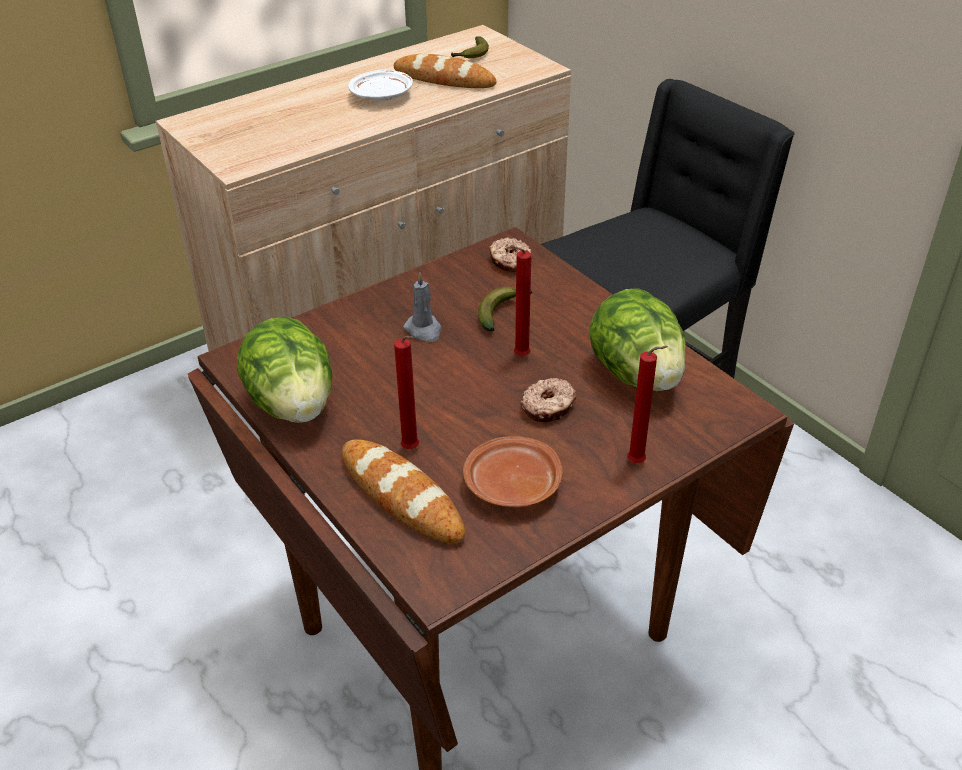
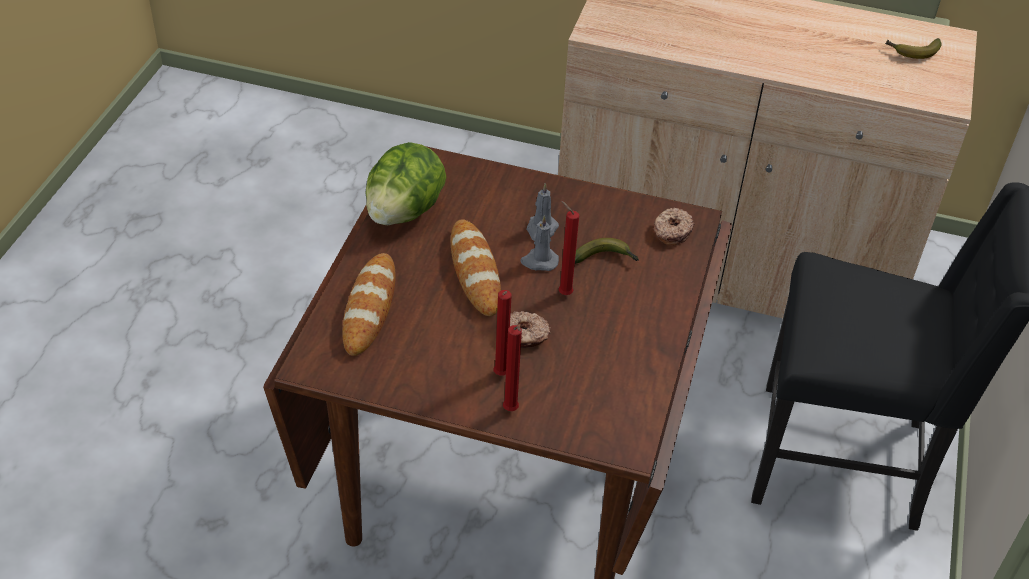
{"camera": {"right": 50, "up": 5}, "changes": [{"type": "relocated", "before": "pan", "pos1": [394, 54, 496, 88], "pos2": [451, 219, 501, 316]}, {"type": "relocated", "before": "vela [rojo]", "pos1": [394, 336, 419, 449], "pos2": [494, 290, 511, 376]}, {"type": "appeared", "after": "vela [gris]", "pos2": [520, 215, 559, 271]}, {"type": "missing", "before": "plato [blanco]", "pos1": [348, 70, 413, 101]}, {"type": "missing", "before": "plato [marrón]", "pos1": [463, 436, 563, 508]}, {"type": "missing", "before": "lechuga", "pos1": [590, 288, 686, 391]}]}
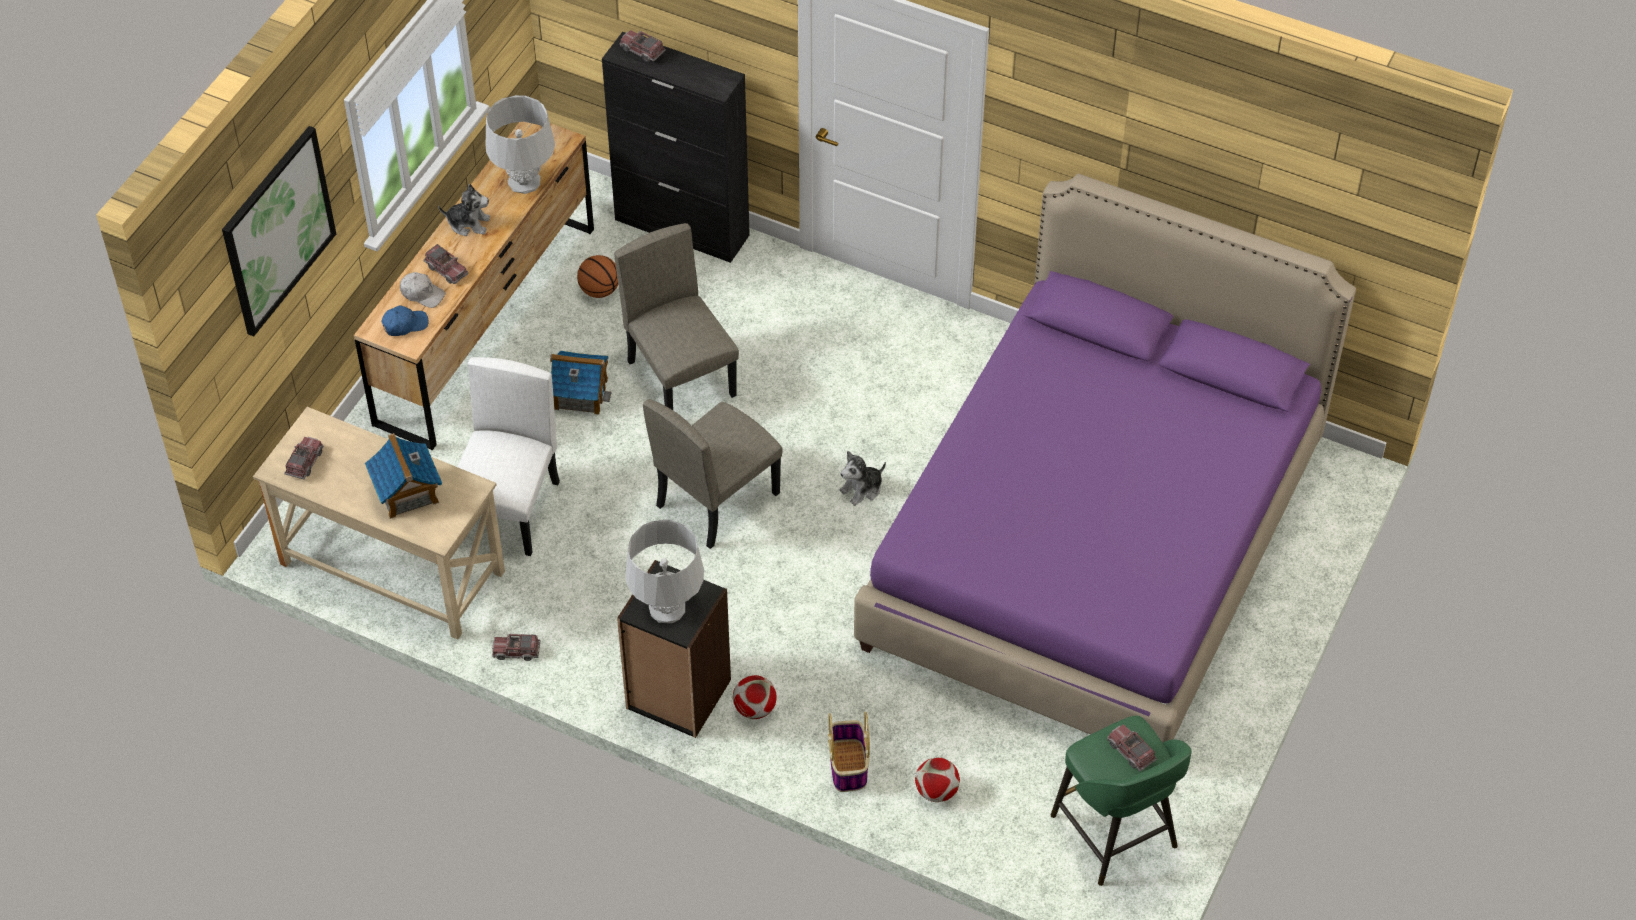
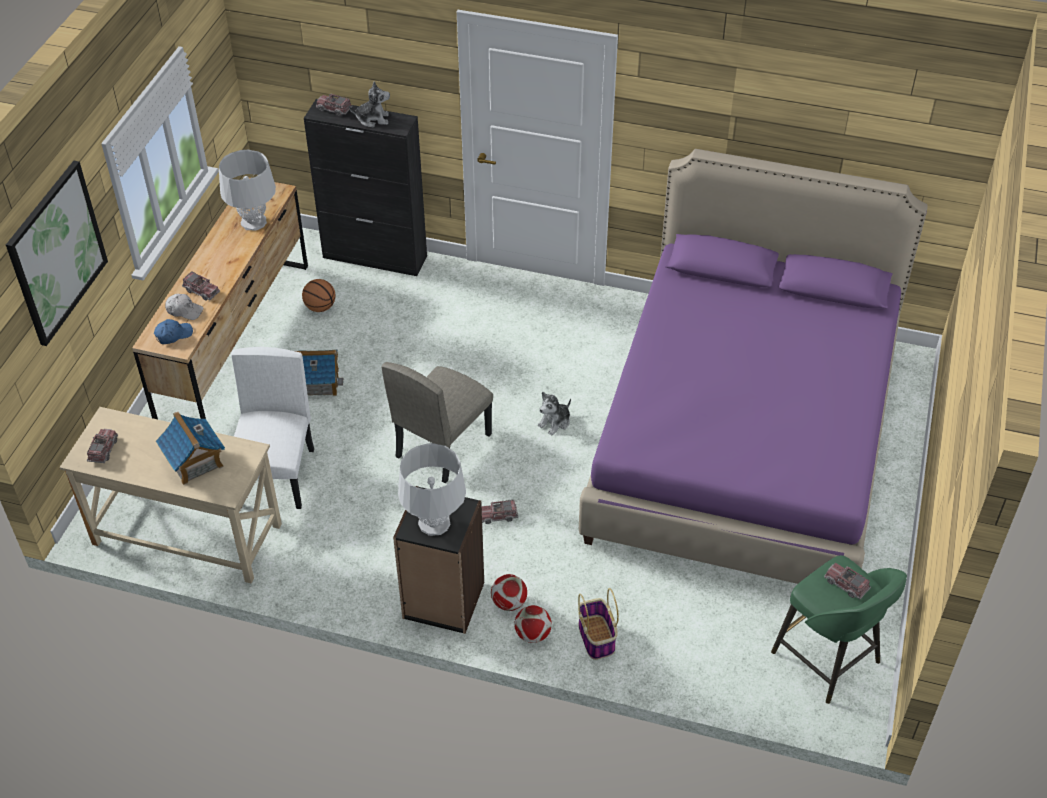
{"camera": {"right": -10, "up": -5}, "changes": [{"type": "relocated", "before": "peluche", "pos1": [438, 184, 490, 236], "pos2": [349, 81, 390, 127]}, {"type": "relocated", "before": "camión de juguete", "pos1": [492, 633, 540, 661], "pos2": [482, 500, 518, 524]}, {"type": "relocated", "before": "balón de fútbol", "pos1": [915, 757, 960, 802], "pos2": [514, 605, 552, 643]}, {"type": "missing", "before": "silla [beis]", "pos1": [614, 223, 739, 410]}]}
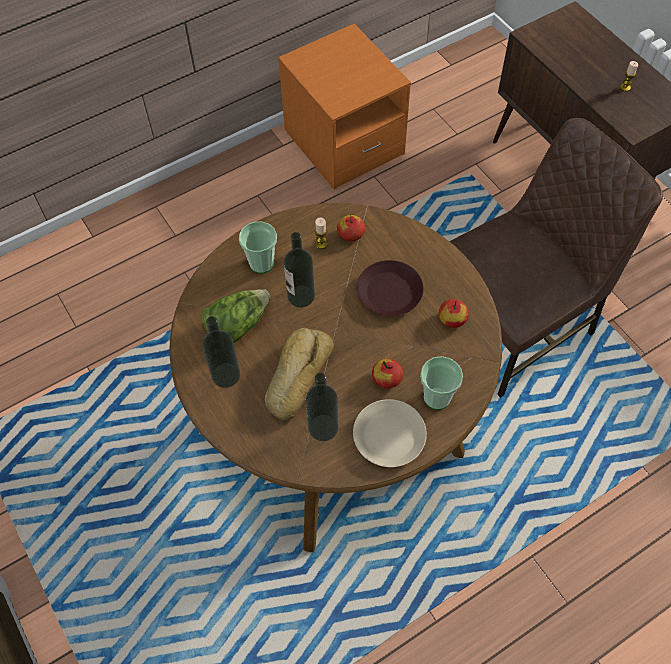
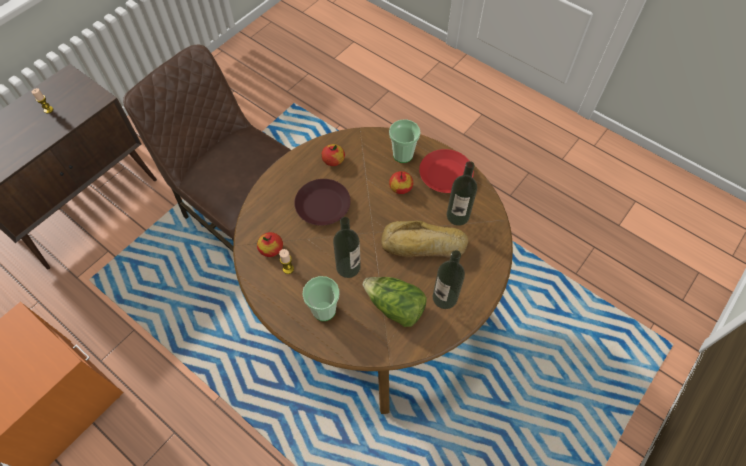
{"camera": {"right": -110, "up": 0}, "changes": [{"type": "colour", "before": "plato [beis]", "after": "plato [rojo]", "pos1": [353, 399, 427, 467], "pos2": [419, 149, 474, 193]}]}
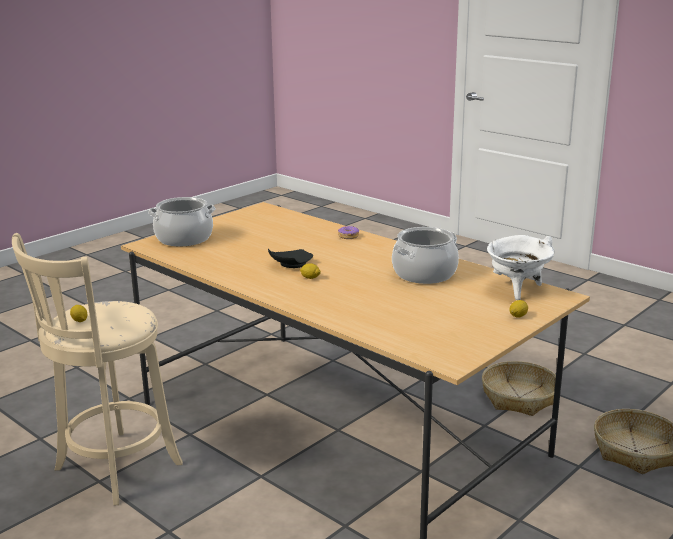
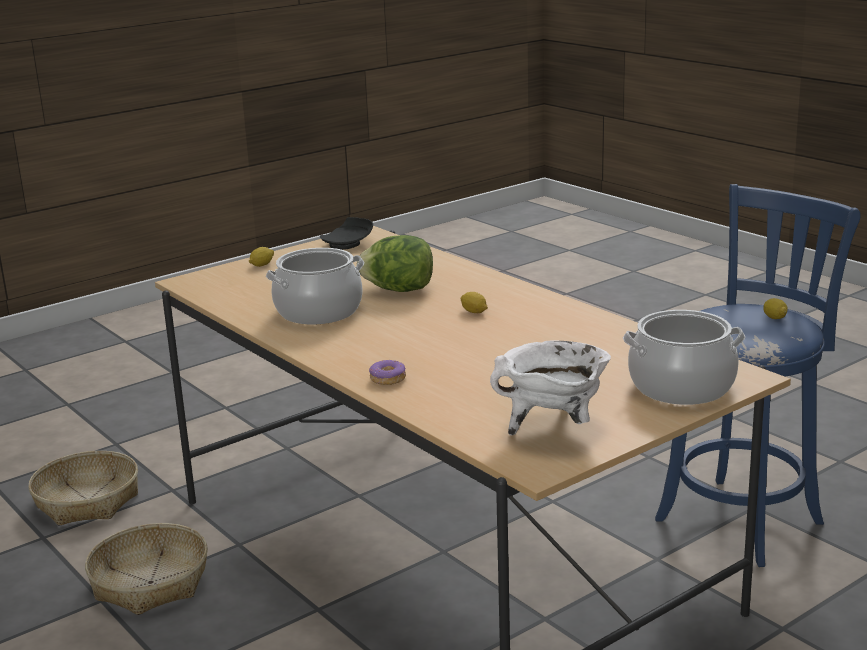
{"camera": {"right": -170, "up": 0}, "changes": [{"type": "relocated", "before": "plato [negro]", "pos1": [268, 249, 313, 268], "pos2": [320, 217, 373, 250]}, {"type": "appeared", "after": "lechuga", "pos2": [357, 235, 433, 292]}, {"type": "relocated", "before": "olla [blanco]", "pos1": [487, 235, 555, 300], "pos2": [490, 340, 611, 435]}, {"type": "colour", "before": "taburete [beis]", "after": "taburete [azul]", "pos1": [12, 233, 183, 506], "pos2": [655, 184, 861, 567]}]}
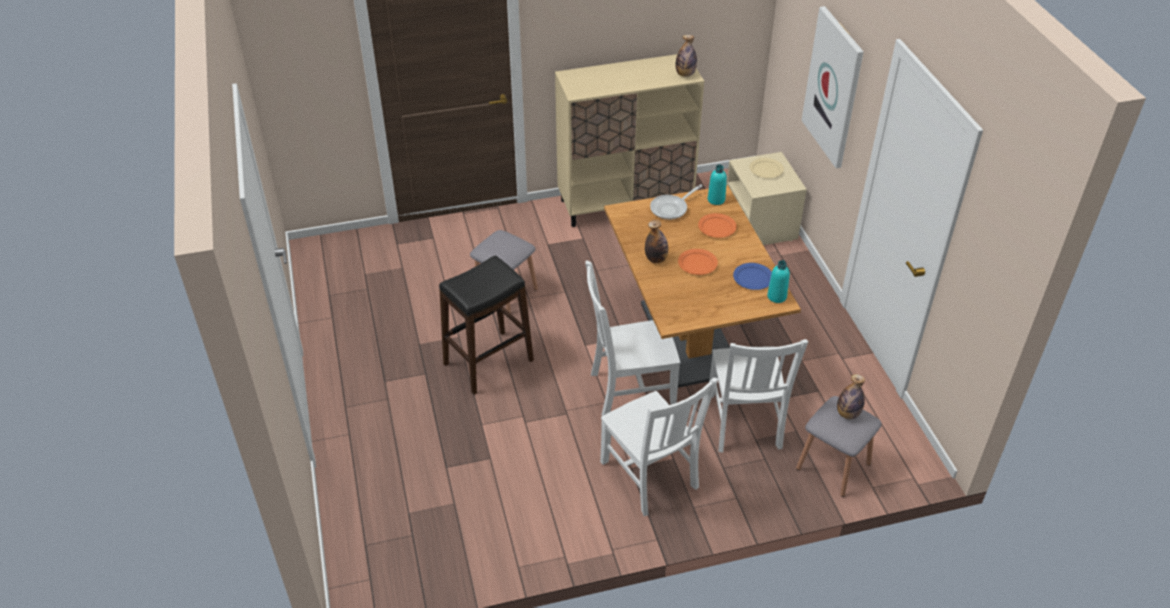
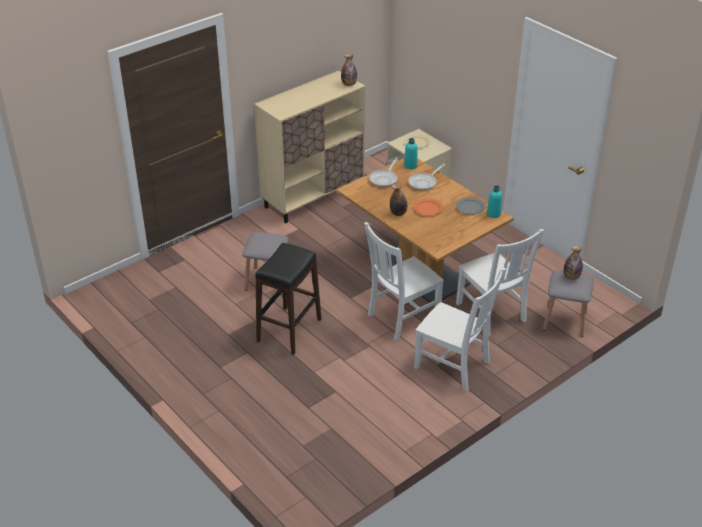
{"camera": {"right": -25, "up": -5}, "changes": [{"type": "exchanged", "before": "plato [naranja]", "after": "sartén", "pos1": [698, 213, 737, 238], "pos2": [408, 164, 445, 190]}, {"type": "colour", "before": "plato [azul]", "after": "plato [gris]", "pos1": [733, 263, 772, 290], "pos2": [456, 197, 486, 214]}, {"type": "missing", "before": "cuadro", "pos1": [801, 6, 864, 168]}]}
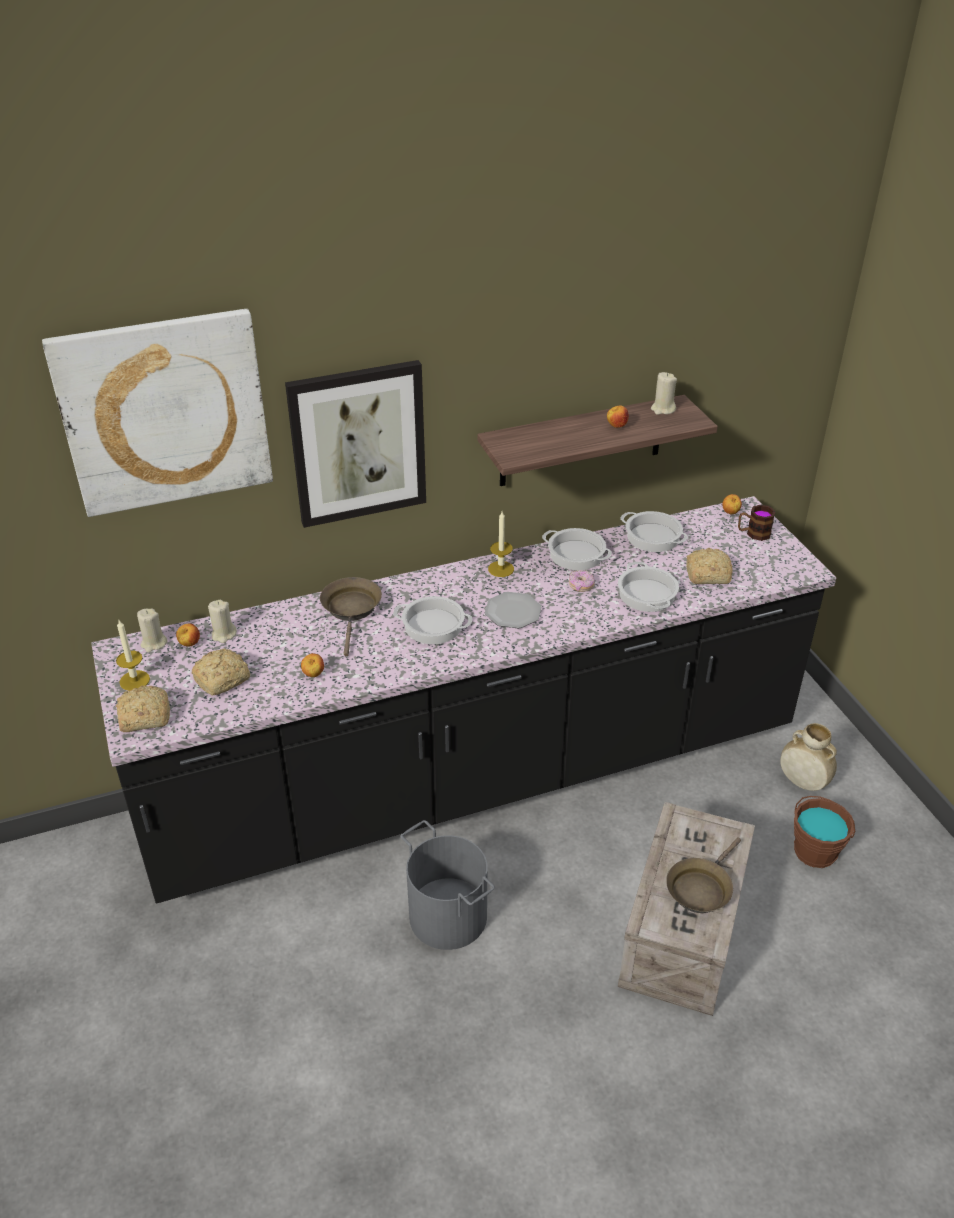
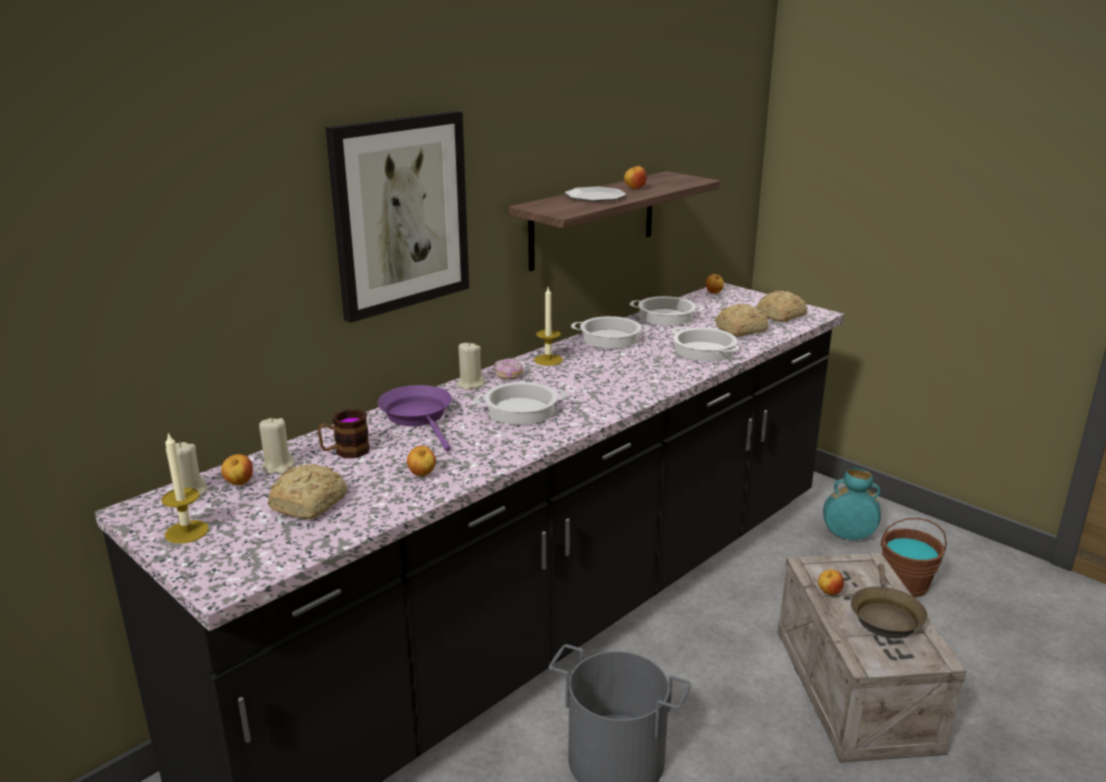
{"camera": {"right": -25, "up": -15}, "changes": [{"type": "relocated", "before": "taza grande", "pos1": [738, 505, 776, 541], "pos2": [318, 409, 370, 458]}, {"type": "colour", "before": "sartén [marrón]", "after": "sartén [morado]", "pos1": [320, 577, 382, 656], "pos2": [378, 385, 452, 452]}, {"type": "relocated", "before": "vela [beis]", "pos1": [651, 372, 677, 415], "pos2": [457, 342, 485, 390]}, {"type": "relocated", "before": "rosquilla", "pos1": [569, 570, 595, 592], "pos2": [494, 358, 523, 379]}, {"type": "relocated", "before": "plato", "pos1": [485, 592, 542, 629], "pos2": [565, 187, 626, 202]}, {"type": "relocated", "before": "pan", "pos1": [116, 685, 170, 732], "pos2": [756, 290, 807, 322]}, {"type": "appeared", "after": "manzana", "pos2": [818, 569, 844, 595]}, {"type": "colour", "before": "florero [beis]", "after": "florero [turquesa]", "pos1": [780, 723, 837, 791], "pos2": [823, 468, 881, 540]}, {"type": "missing", "before": "cuadro", "pos1": [42, 309, 273, 517]}]}
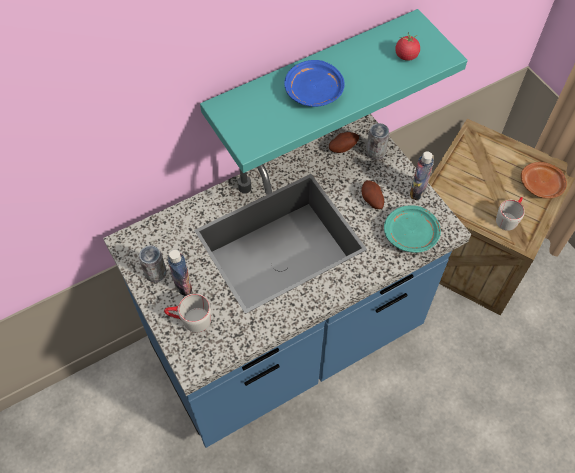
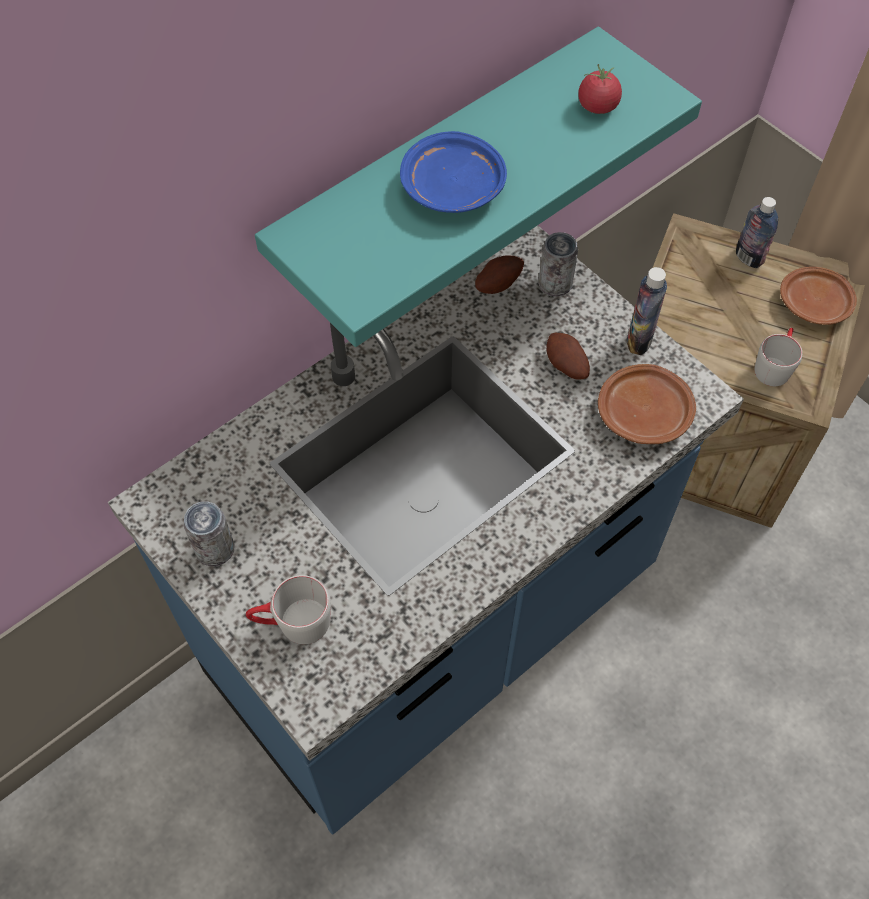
{"camera": {"right": -10, "up": 0}, "changes": [{"type": "colour", "before": "plato [turquesa]", "after": "plato [marrón]", "pos1": [384, 205, 441, 253], "pos2": [598, 364, 696, 444]}, {"type": "relocated", "before": "botella", "pos1": [167, 250, 192, 296], "pos2": [736, 197, 778, 268]}]}
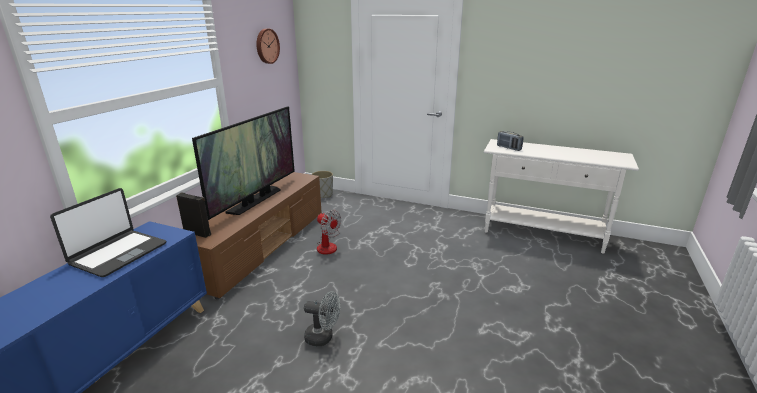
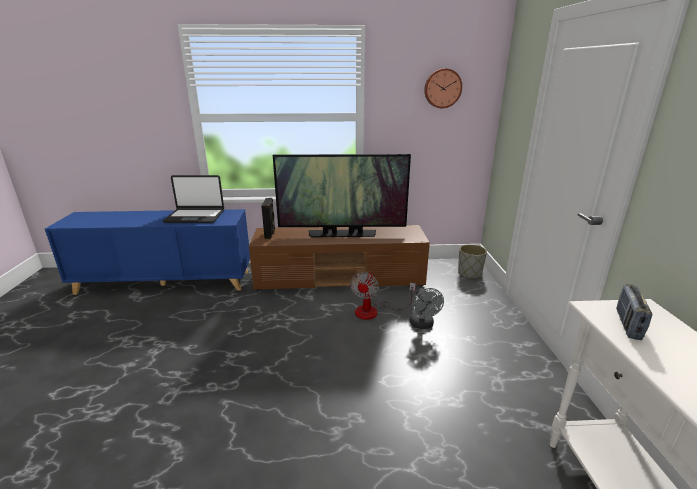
{"camera": {"right": 65, "up": 0}, "changes": [{"type": "relocated", "before": "ventilador [gris]", "pos1": [304, 291, 340, 346], "pos2": [410, 288, 444, 329]}]}
